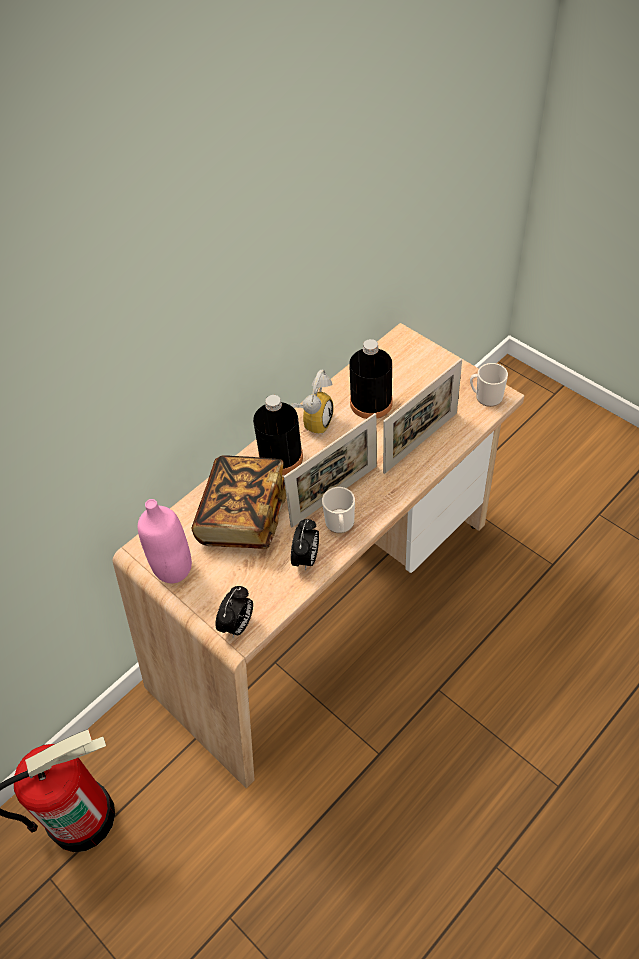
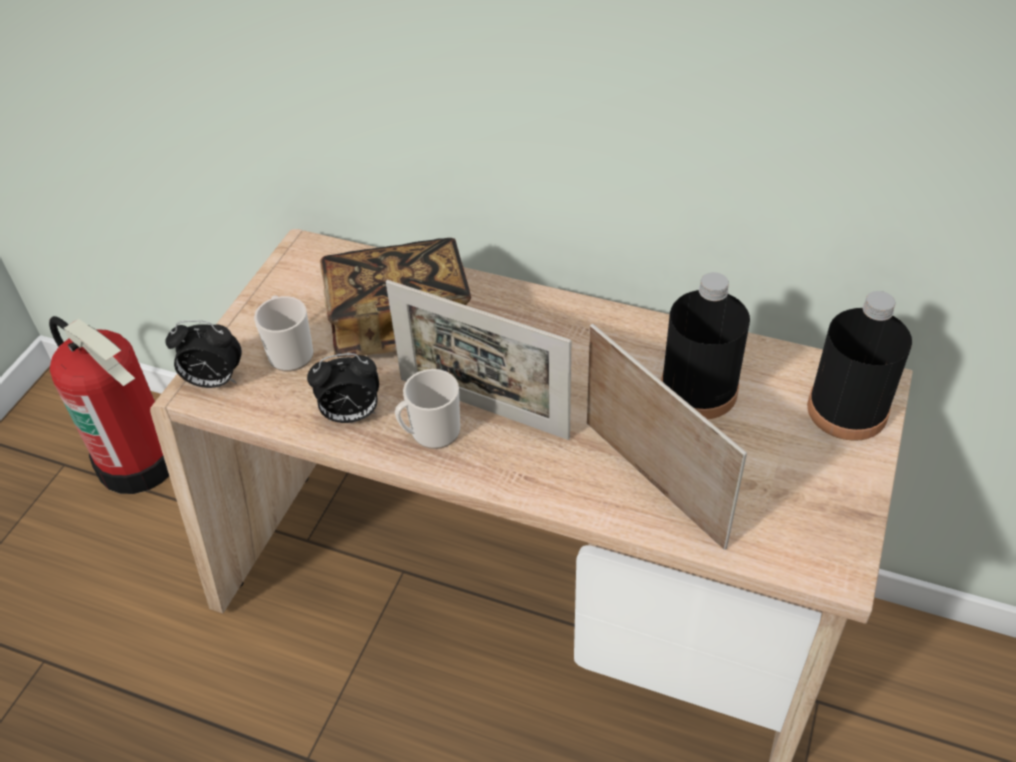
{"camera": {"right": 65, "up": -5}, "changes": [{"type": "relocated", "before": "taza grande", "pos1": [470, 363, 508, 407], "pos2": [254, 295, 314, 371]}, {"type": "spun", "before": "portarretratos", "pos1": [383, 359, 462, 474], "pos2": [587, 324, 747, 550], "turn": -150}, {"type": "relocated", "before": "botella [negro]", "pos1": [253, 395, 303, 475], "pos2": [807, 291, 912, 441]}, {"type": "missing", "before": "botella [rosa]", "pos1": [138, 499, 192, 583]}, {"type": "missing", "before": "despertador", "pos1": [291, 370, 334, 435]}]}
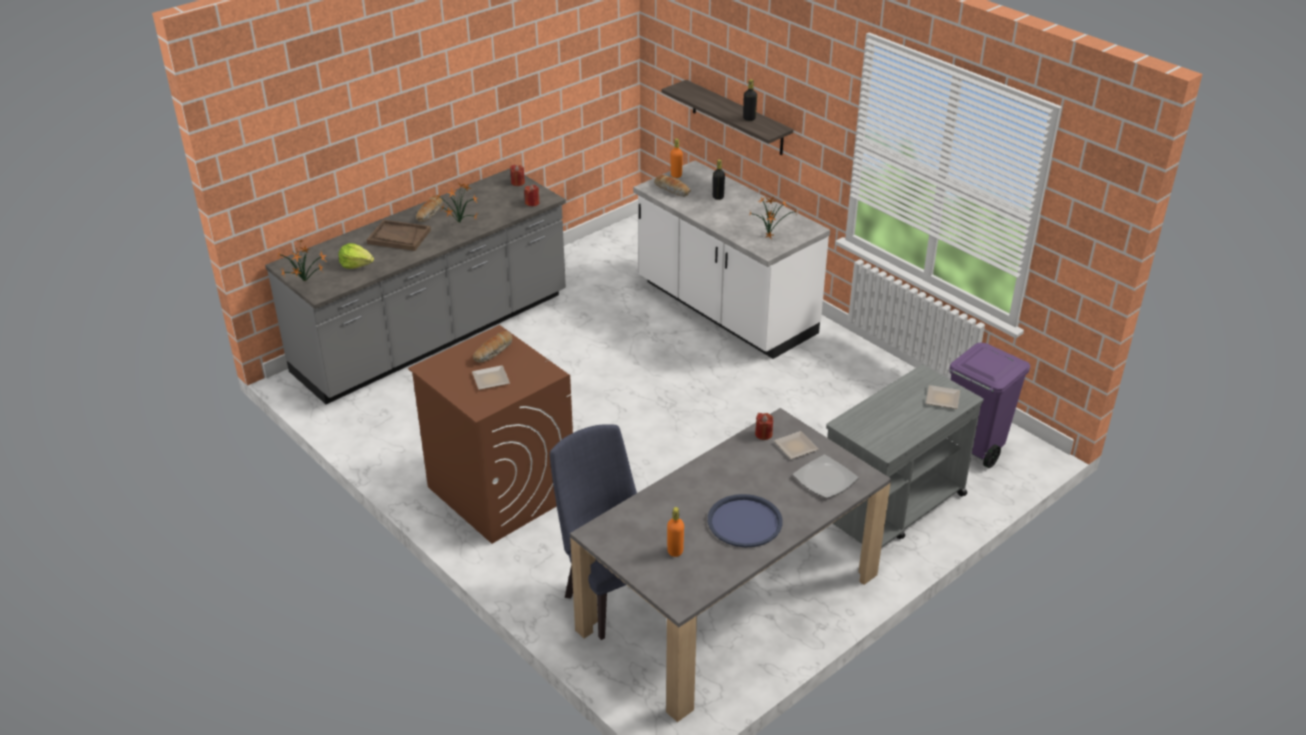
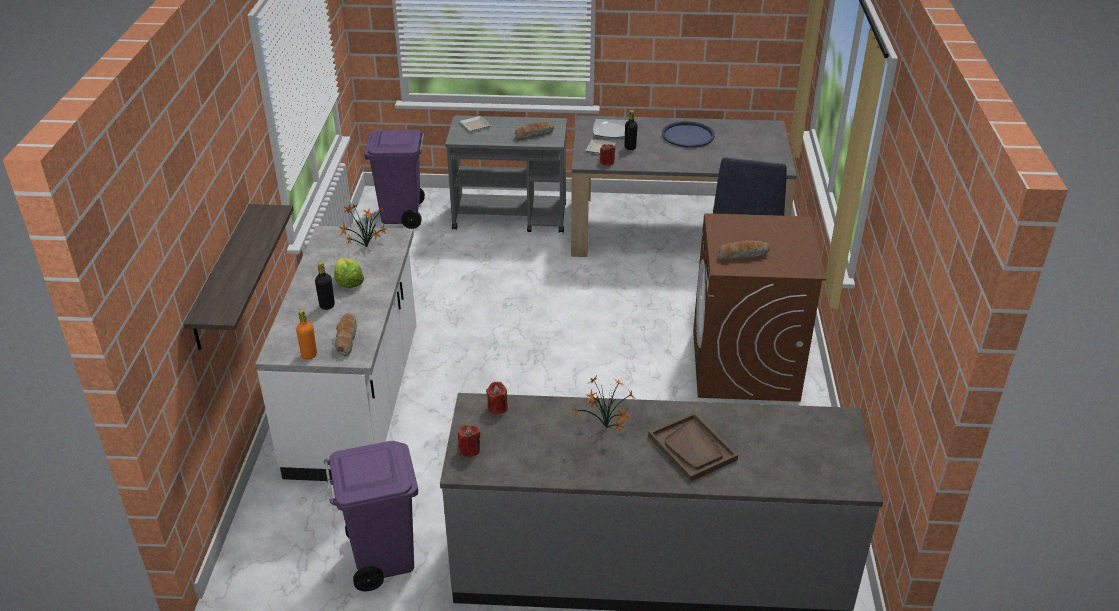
{"camera": {"right": -135, "up": 0}, "changes": [{"type": "appeared", "after": "papelera [morado]", "pos2": [324, 441, 418, 591]}, {"type": "relocated", "before": "lechuga", "pos1": [338, 243, 374, 269], "pos2": [334, 258, 364, 288]}, {"type": "relocated", "before": "pan", "pos1": [416, 195, 443, 222], "pos2": [515, 122, 554, 140]}, {"type": "relocated", "before": "botella [negro]", "pos1": [743, 79, 757, 121], "pos2": [625, 110, 637, 150]}, {"type": "missing", "before": "planta en maceta", "pos1": [278, 240, 326, 282]}, {"type": "missing", "before": "plato", "pos1": [472, 365, 510, 390]}, {"type": "missing", "before": "botella [naranja]", "pos1": [667, 507, 684, 557]}]}
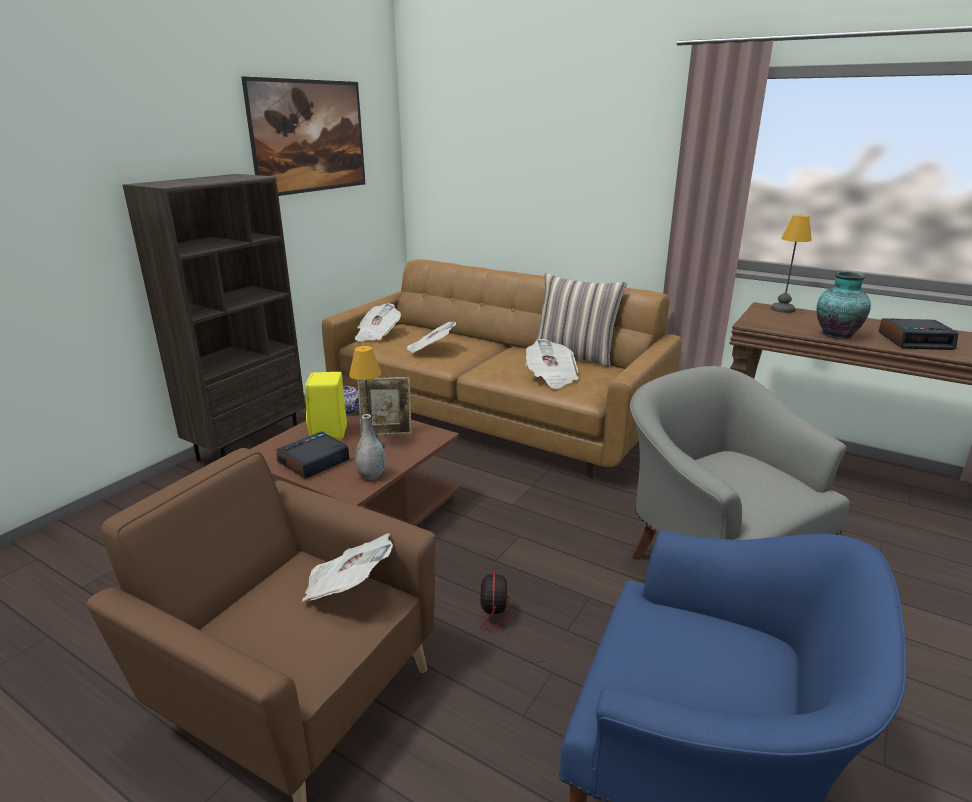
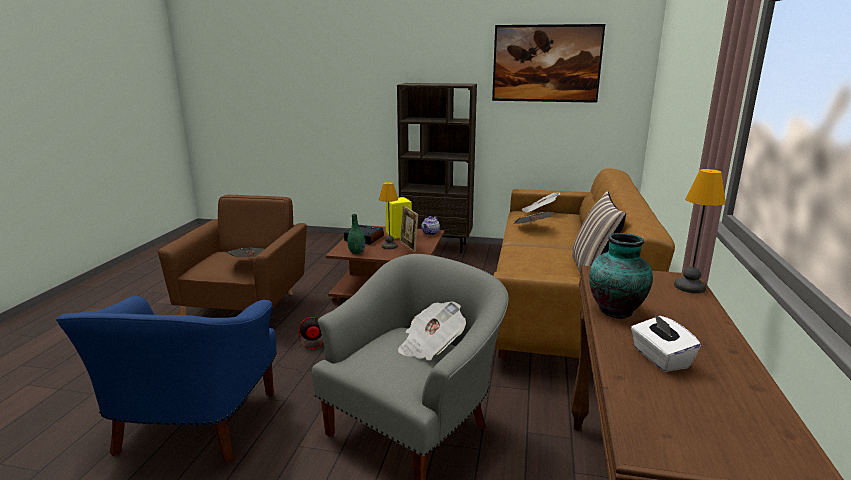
{"camera": {"right": 70, "up": -5}, "changes": [{"type": "colour", "before": "florero [gris]", "after": "florero [verde]", "pos1": [355, 414, 386, 480], "pos2": [347, 214, 366, 254]}, {"type": "relocated", "before": "periódico", "pos1": [526, 339, 579, 389], "pos2": [398, 302, 466, 360]}, {"type": "exchanged", "before": "despertador", "after": "caja de pañuelos [blanco]", "pos1": [878, 318, 959, 350], "pos2": [631, 312, 701, 372]}]}
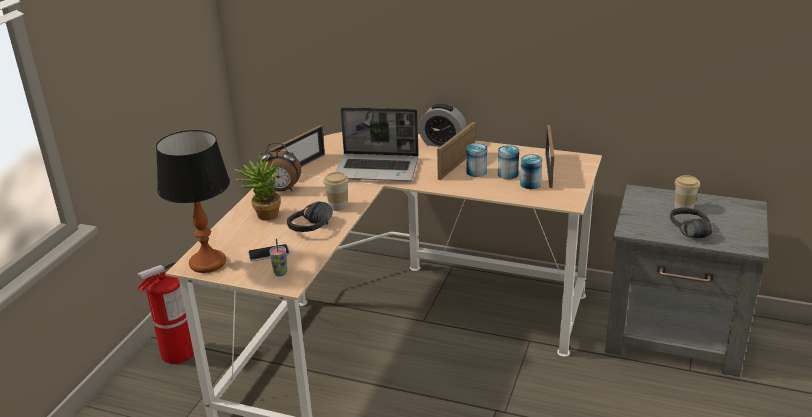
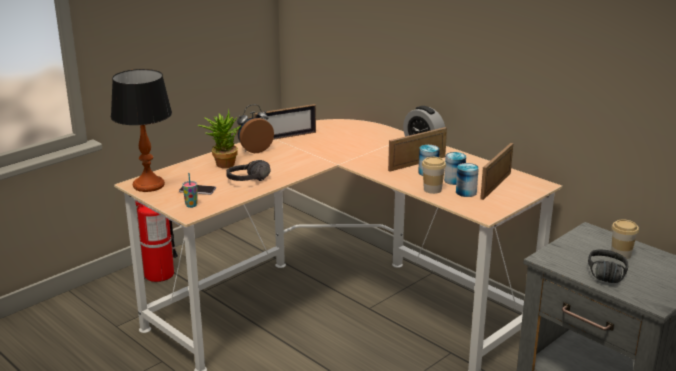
{"camera": {"right": 25, "up": -5}, "changes": [{"type": "spun", "before": "despertador", "pos1": [259, 143, 301, 192], "pos2": [237, 104, 274, 153], "turn": 120}, {"type": "relocated", "before": "taza", "pos1": [323, 172, 349, 211], "pos2": [422, 157, 446, 194]}, {"type": "missing", "before": "portátil", "pos1": [335, 107, 419, 181]}]}
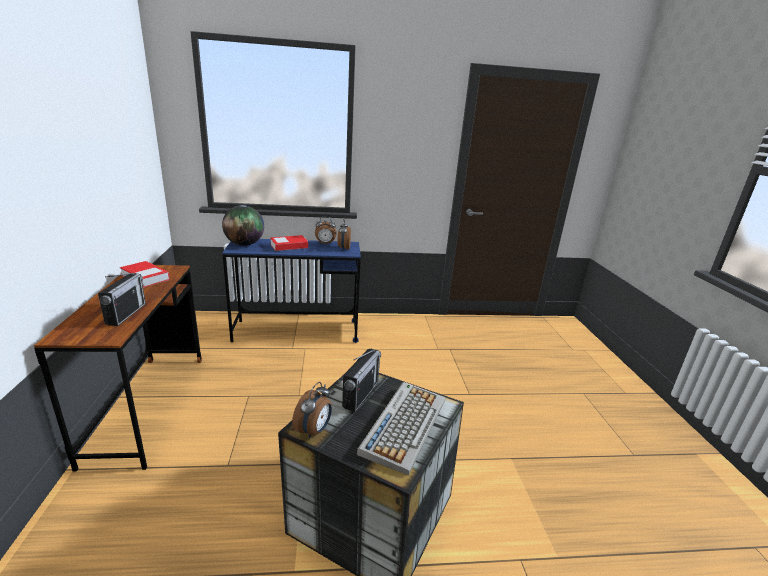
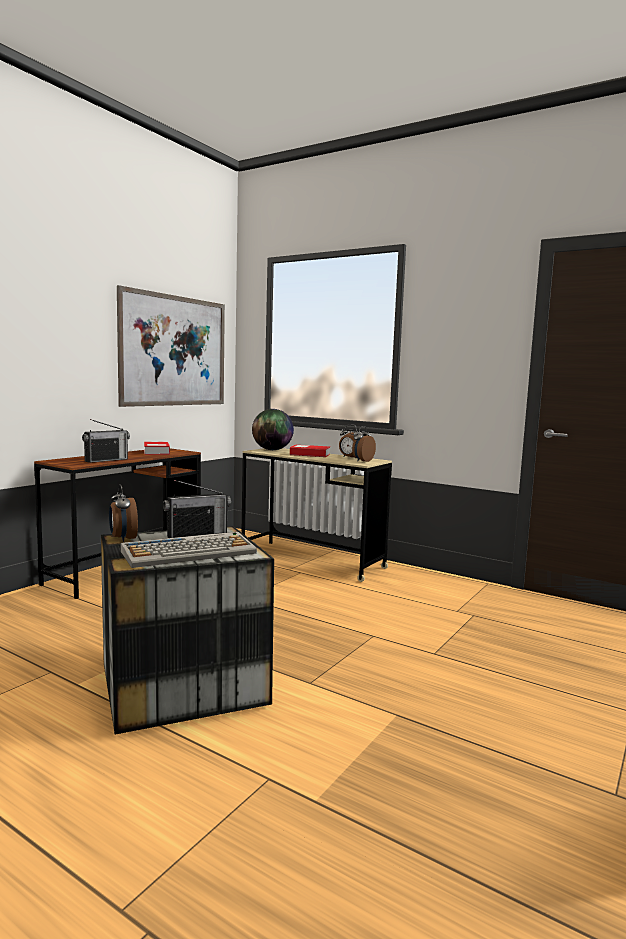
{"camera": {"right": 40, "up": -15}, "changes": [{"type": "spun", "before": "despertador", "pos1": [292, 382, 332, 439], "pos2": [109, 484, 138, 542], "turn": 90}, {"type": "appeared", "after": "cuadro", "pos2": [117, 285, 225, 407]}, {"type": "colour", "before": "escritorio [azul]", "after": "escritorio [beis]", "pos1": [222, 239, 361, 343], "pos2": [241, 448, 392, 582]}]}
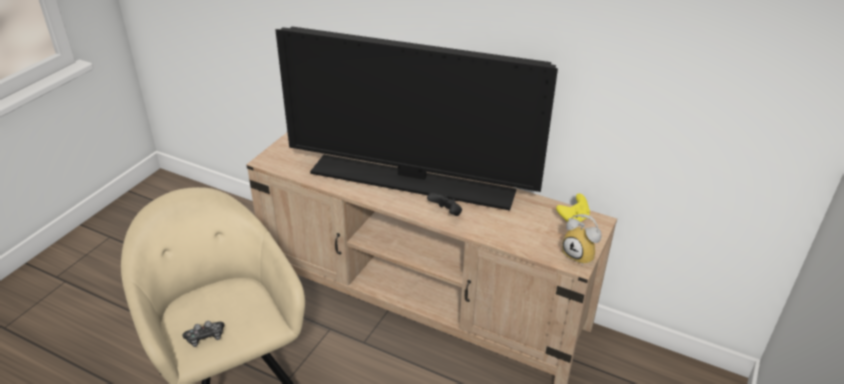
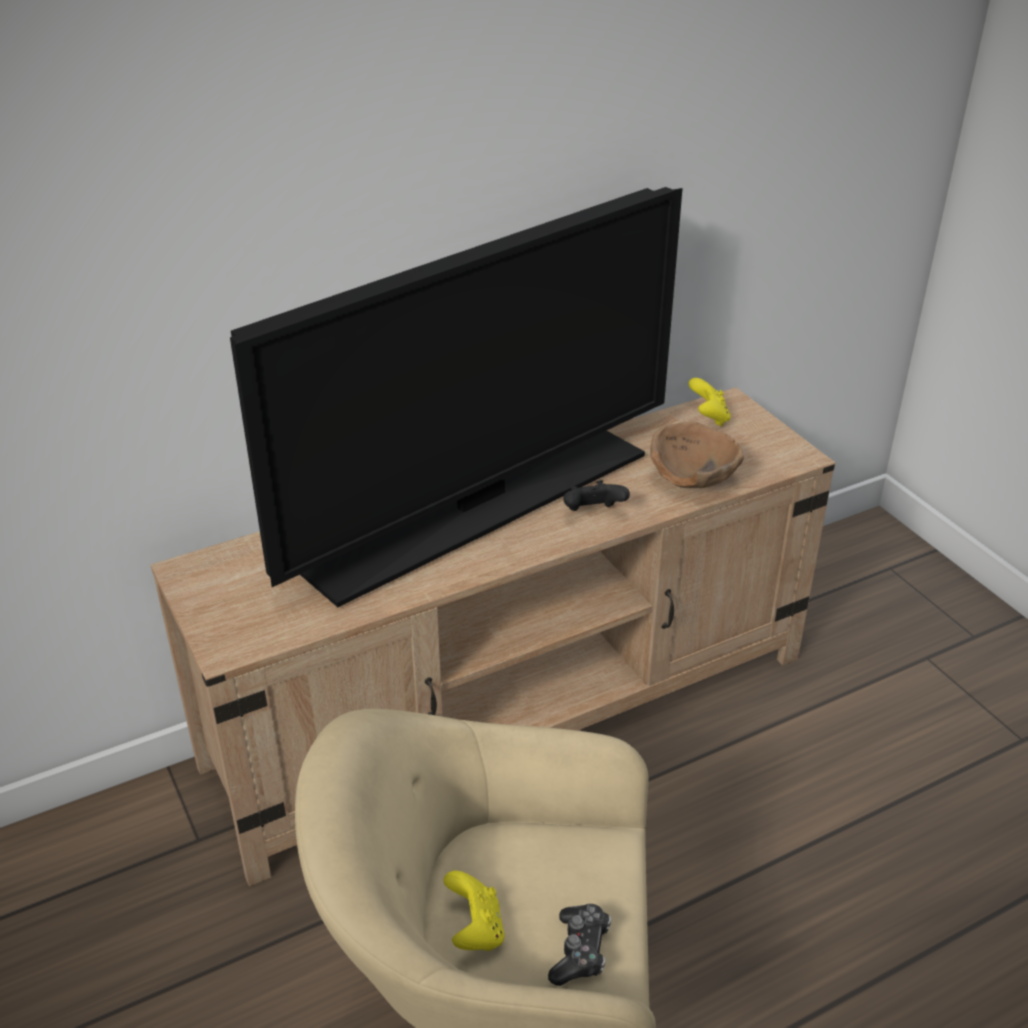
{"camera": {"right": -55, "up": 0}, "changes": [{"type": "appeared", "after": "mando de consola [amarillo]", "pos2": [443, 871, 505, 951]}, {"type": "appeared", "after": "cuenco [marrón]", "pos2": [650, 422, 744, 488]}, {"type": "missing", "before": "despertador", "pos1": [562, 214, 602, 265]}]}
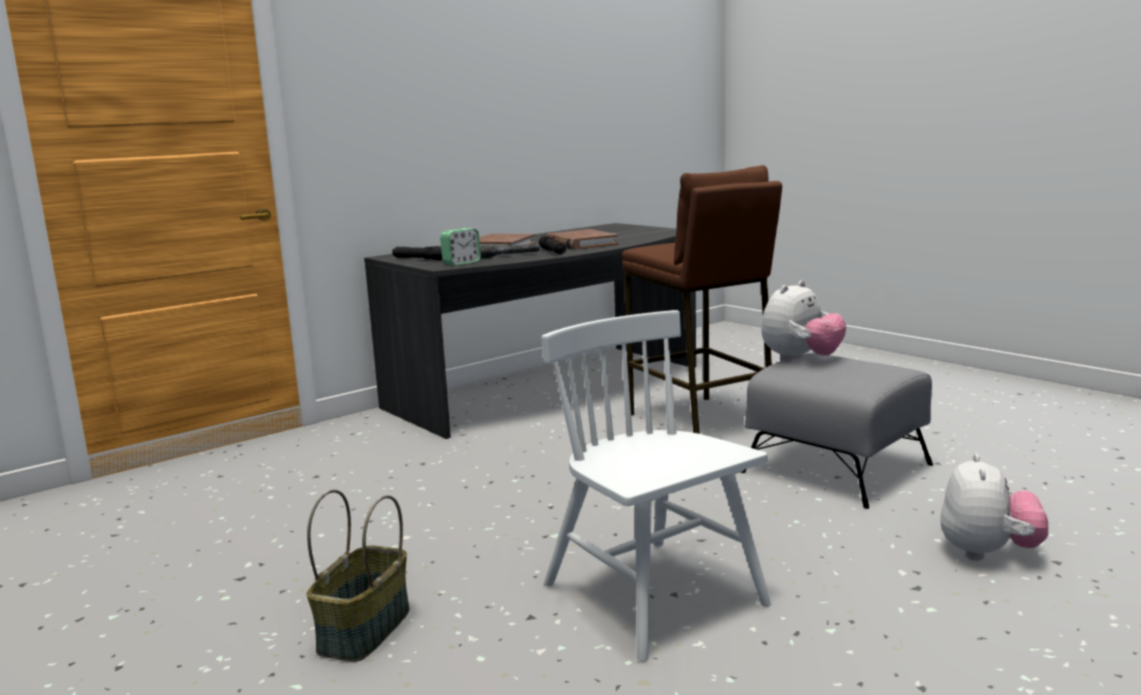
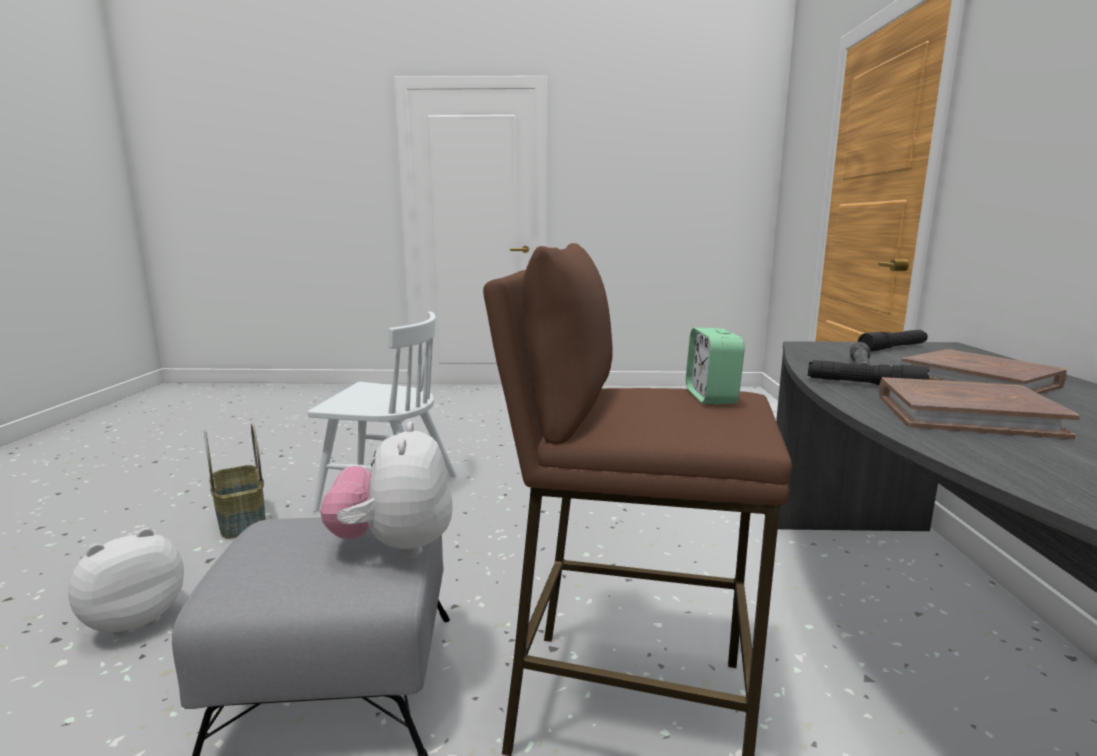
{"camera": {"right": 130, "up": 0}, "changes": [{"type": "spun", "before": "peluche", "pos1": [940, 453, 1048, 561], "pos2": [68, 528, 184, 637], "turn": 75}, {"type": "relocated", "before": "cesta", "pos1": [307, 489, 409, 662], "pos2": [204, 423, 266, 539]}, {"type": "relocated", "before": "despertador", "pos1": [440, 228, 481, 265], "pos2": [686, 328, 745, 404]}]}
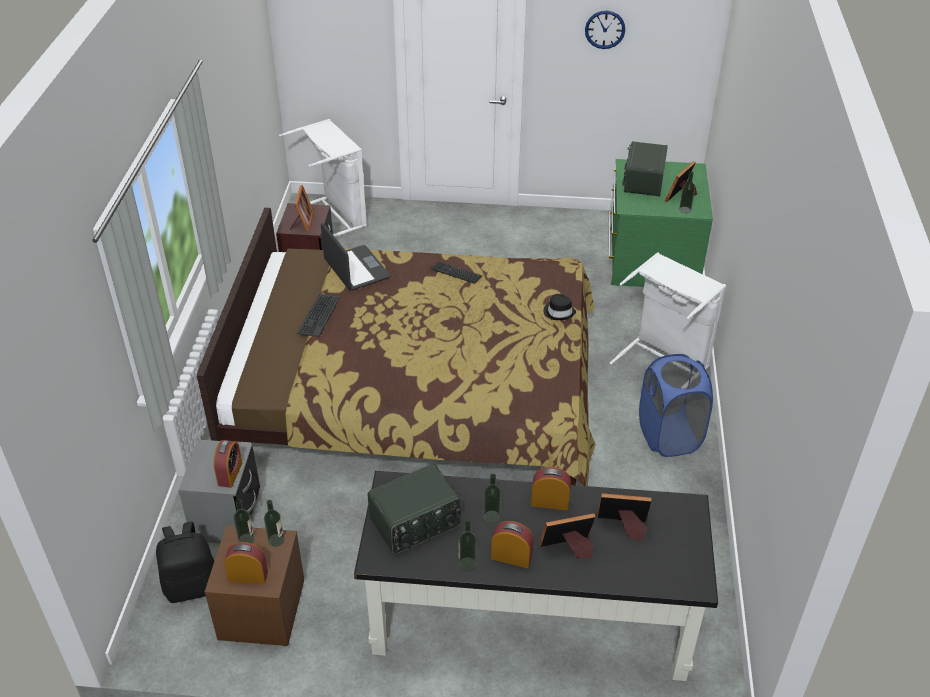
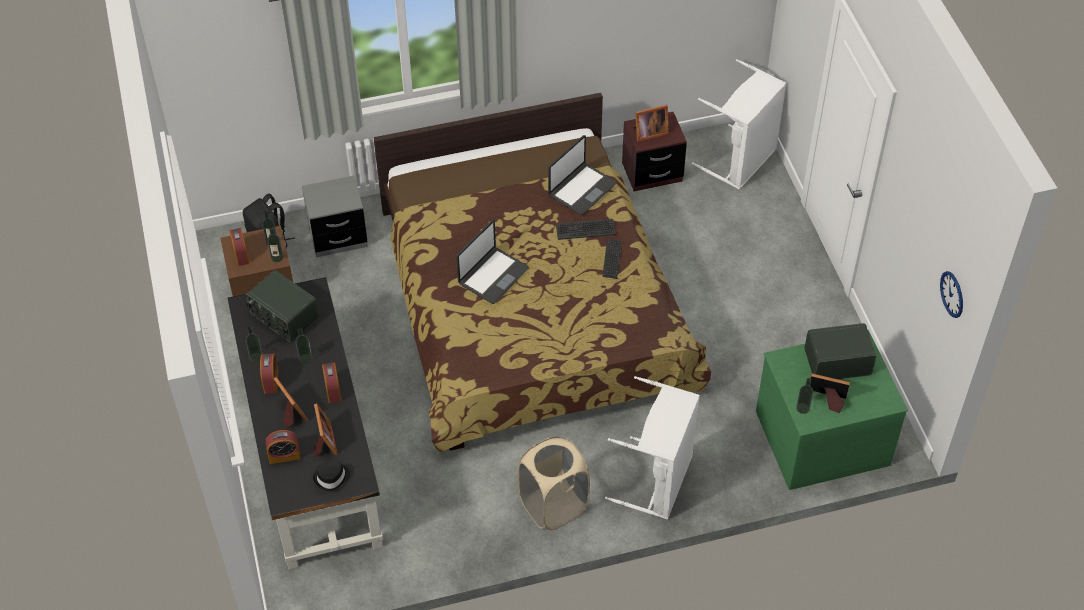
{"camera": {"right": 70, "up": 10}, "changes": [{"type": "relocated", "before": "despertador", "pos1": [214, 440, 242, 488], "pos2": [266, 430, 301, 464]}, {"type": "relocated", "before": "sombrero [negro]", "pos1": [543, 294, 576, 320], "pos2": [313, 461, 350, 492]}, {"type": "appeared", "after": "portátil", "pos2": [456, 220, 529, 304]}, {"type": "colour", "before": "cesto de la ropa [azul]", "after": "cesto de la ropa [beis]", "pos1": [639, 354, 713, 457], "pos2": [517, 436, 590, 530]}, {"type": "relocated", "before": "teclado", "pos1": [297, 294, 340, 337], "pos2": [556, 219, 616, 240]}, {"type": "relocated", "before": "reloj de pared", "pos1": [585, 11, 625, 49], "pos2": [940, 271, 963, 318]}]}
